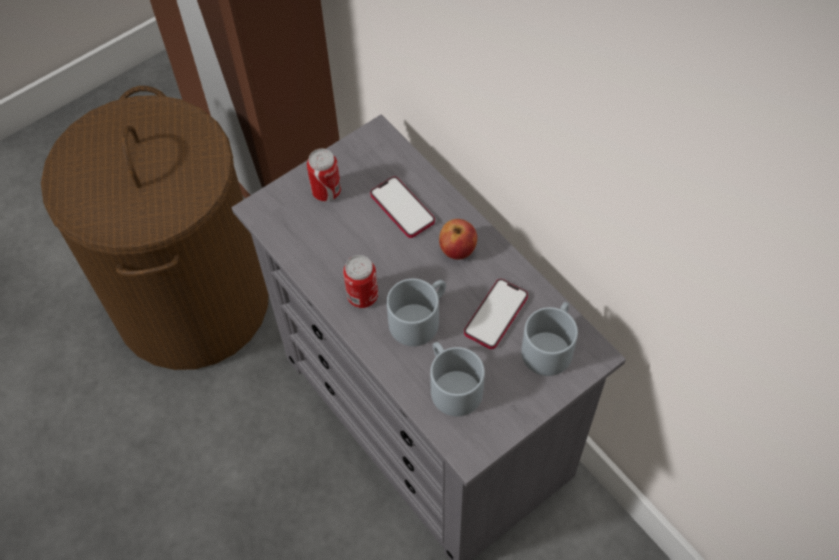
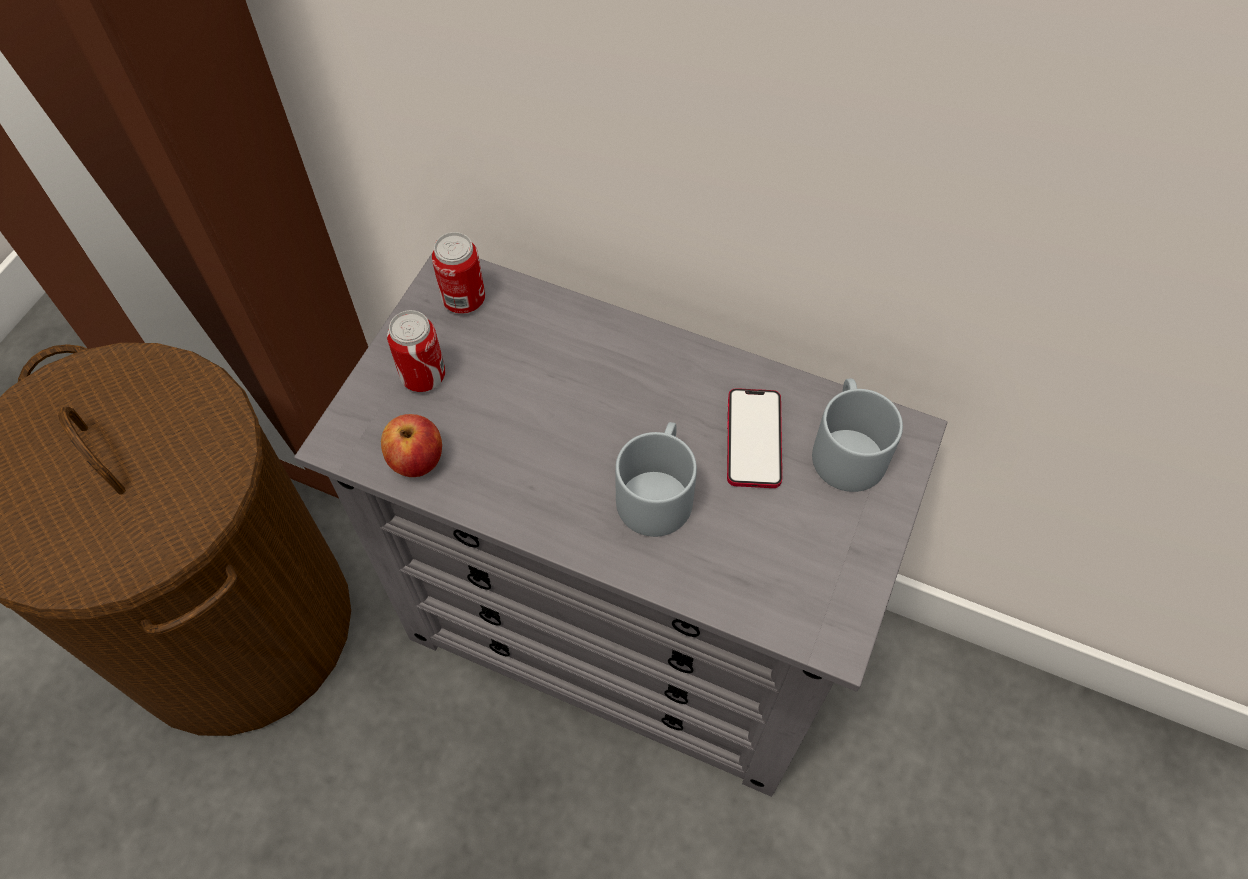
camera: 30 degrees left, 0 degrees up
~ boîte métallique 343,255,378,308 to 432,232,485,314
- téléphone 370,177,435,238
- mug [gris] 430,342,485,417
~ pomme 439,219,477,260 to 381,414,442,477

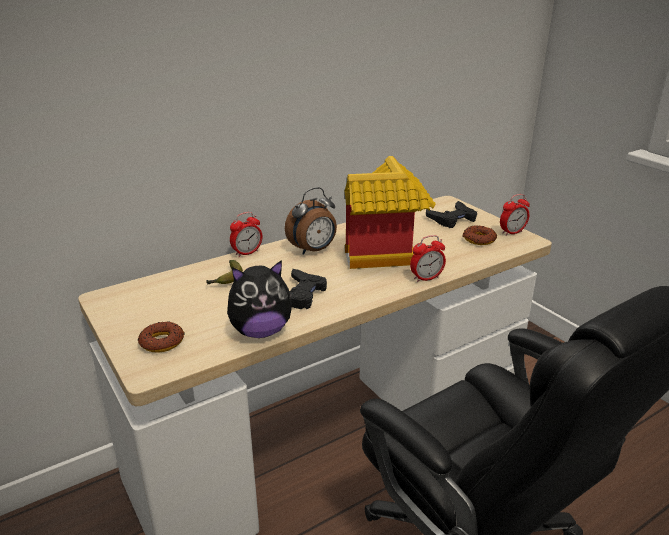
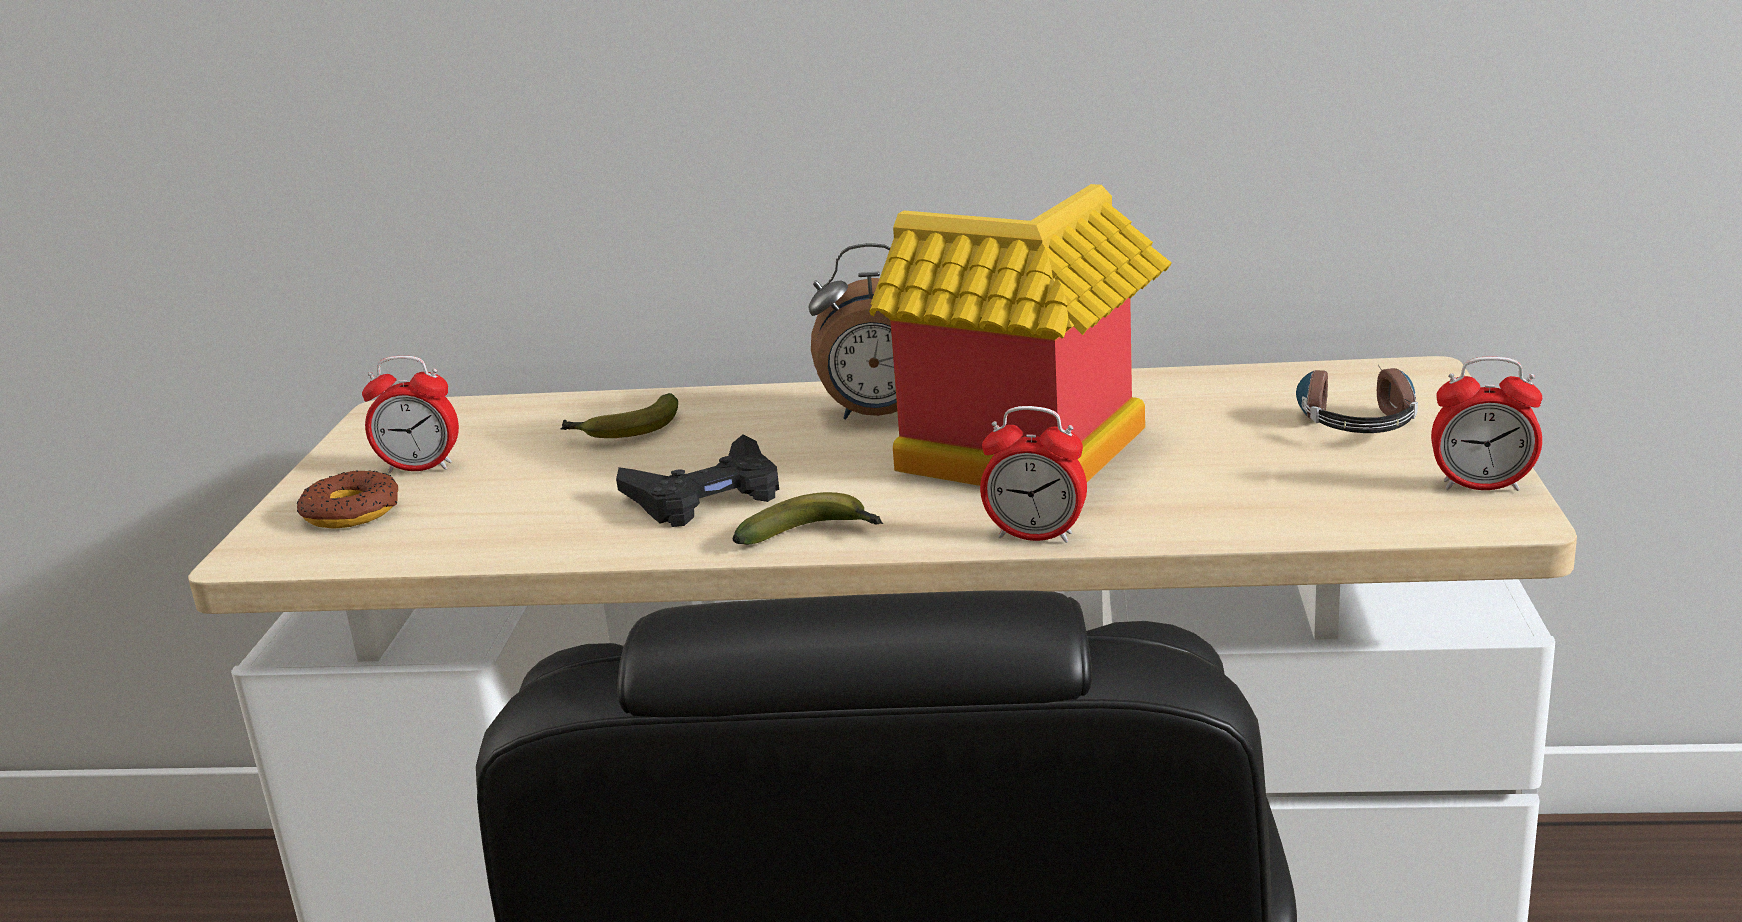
camera: 40 degrees right, 5 degrees down
- peluche 227,260,292,338
~ réveil 230,212,262,257 to 362,356,459,473
~ manette [noir] 426,201,477,228 to casque audio 1296,365,1418,433
- beignet 463,225,497,245
+ banane 733,492,883,545

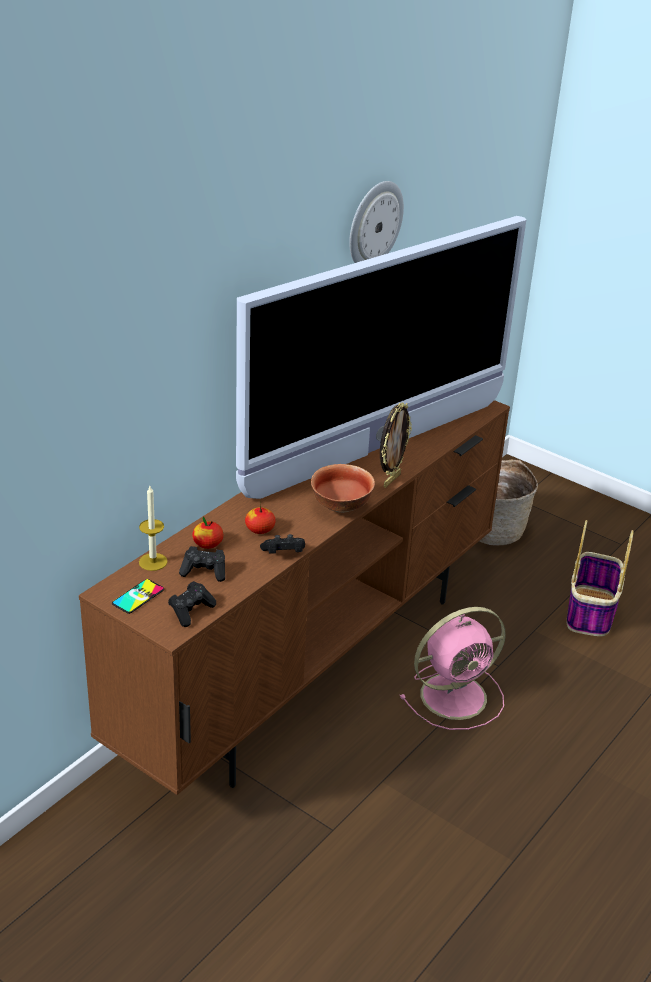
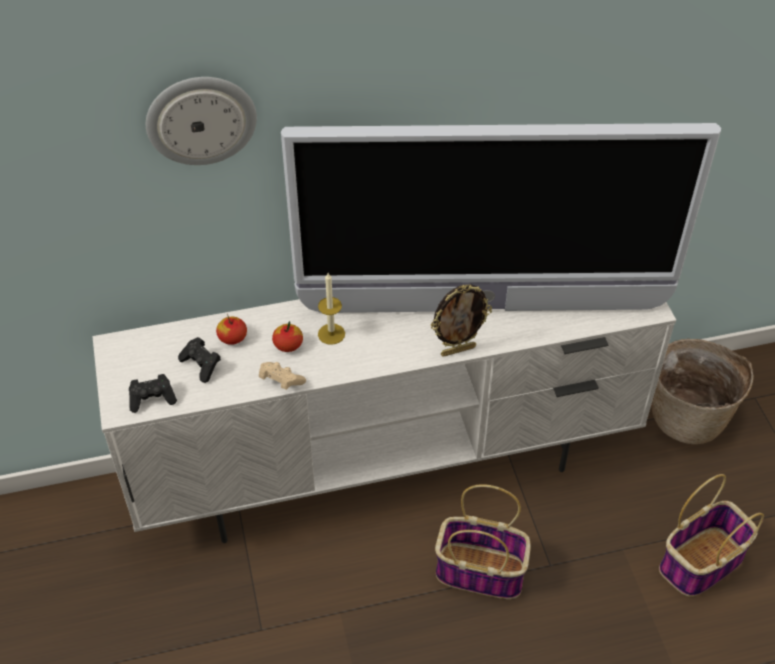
camera: 40 degrees right, 15 degrees up
~ meuble télé [marron] 79,400,510,795 to meuble télé [blanc] 93,299,676,543
- téléphone 112,579,164,614
~ bougie 139,486,168,571 to 318,273,345,345
~ manette [noir] 260,534,305,554 to manette [beige] 259,362,306,390
- bol 311,464,375,513
~ horloge murale 349,181,404,263 to 146,77,257,165
~ ventilateur [rose] 400,607,506,730 to panier 435,484,531,599

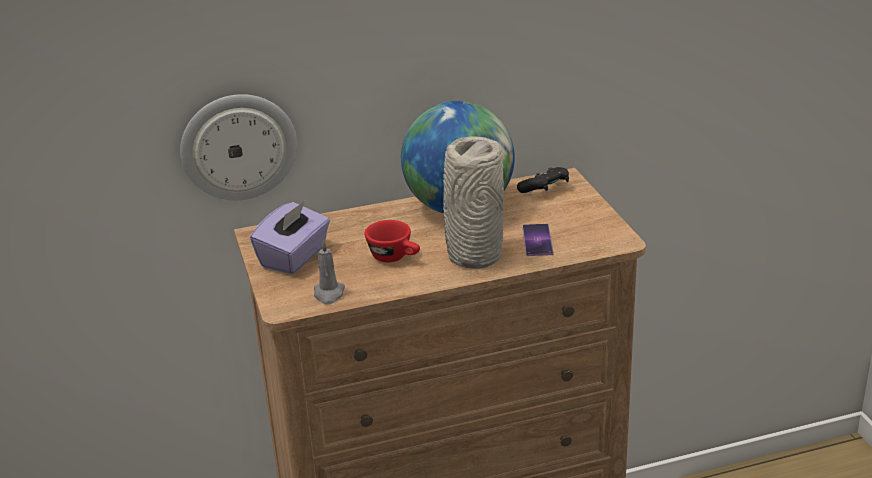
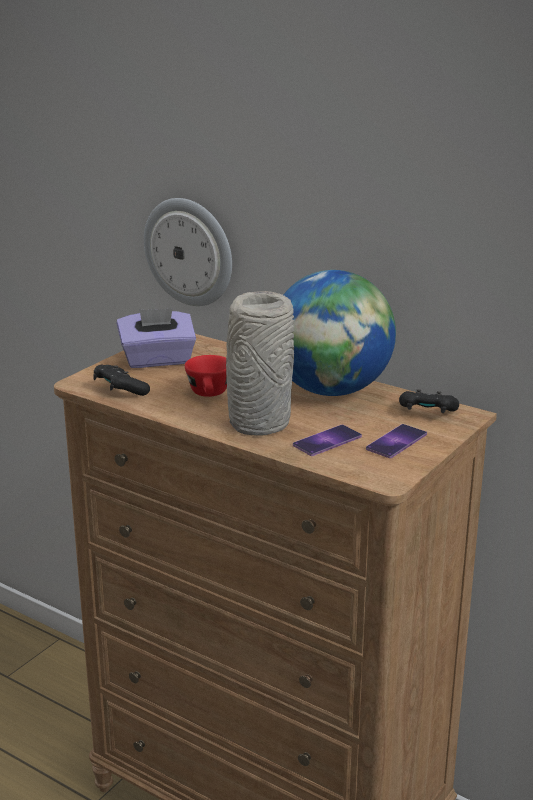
camera: 50 degrees right, 5 degrees down
~ bougie [gris] 314,239,345,304 to manette [noir] 93,364,150,396
+ téléphone 366,424,427,458

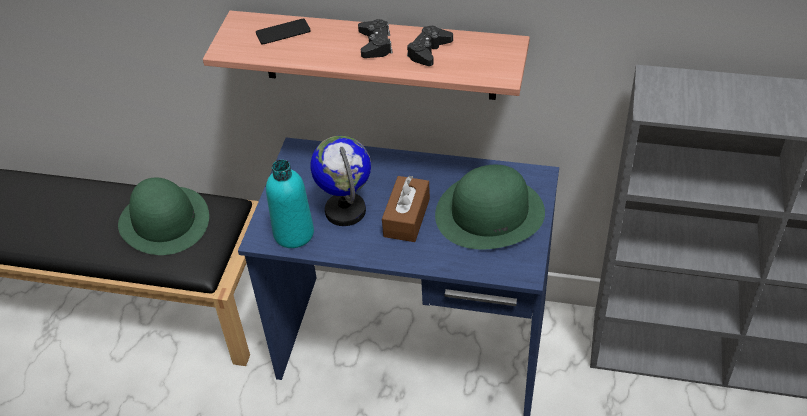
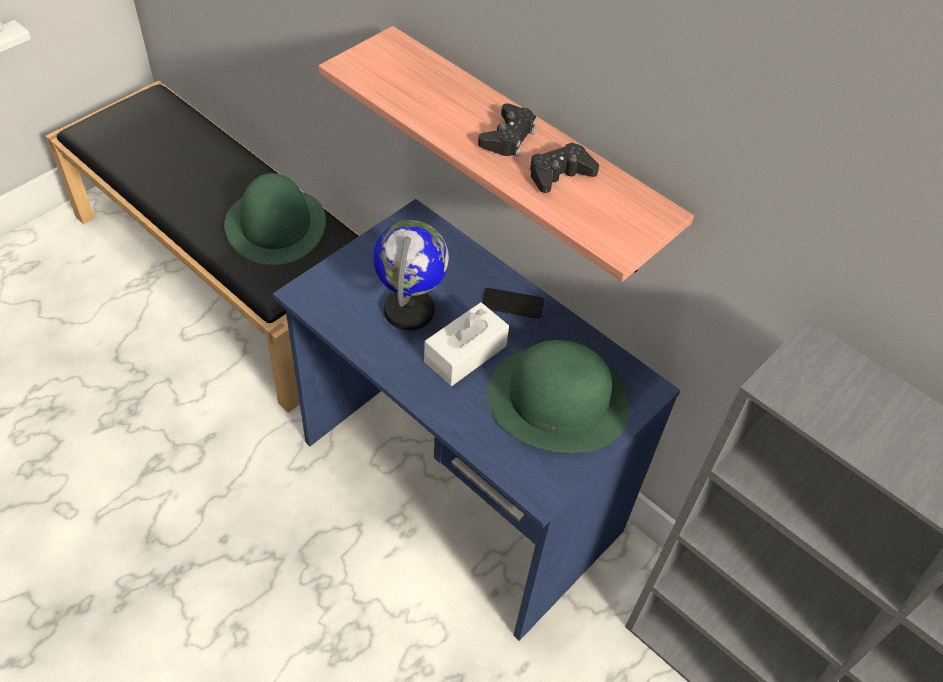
camera: 25 degrees right, 5 degrees up
~ téléphone 256,18,311,45 to 483,288,544,318
- bouteille [turquoise] 266,160,314,248
~ boîte à mouchoirs [marron] 382,176,430,242 to boîte à mouchoirs [blanc] 424,302,509,386

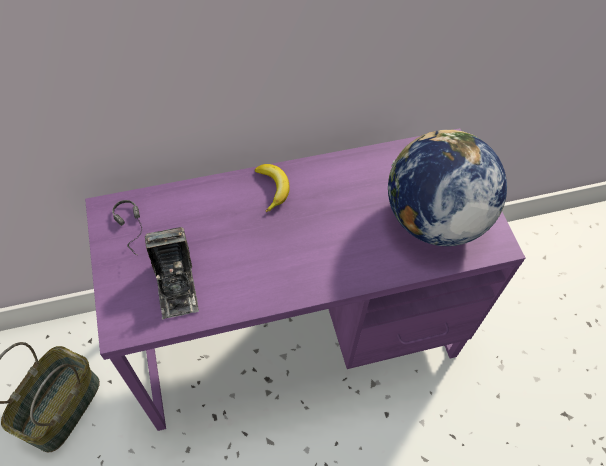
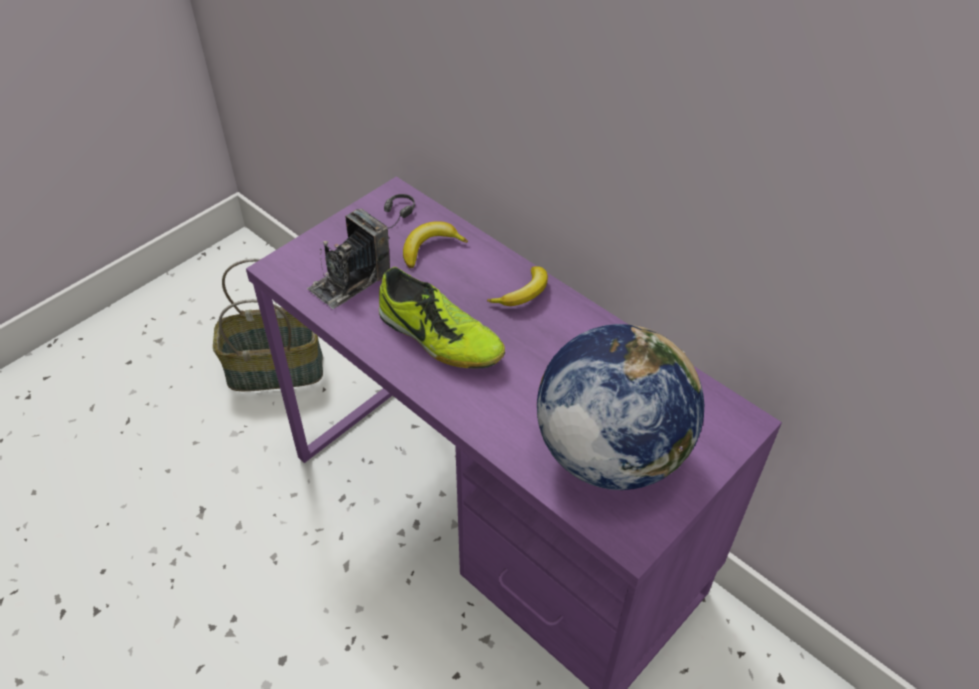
camera: 60 degrees right, 10 degrees down
+ chaussure 379,267,505,368
+ banane 403,221,468,268

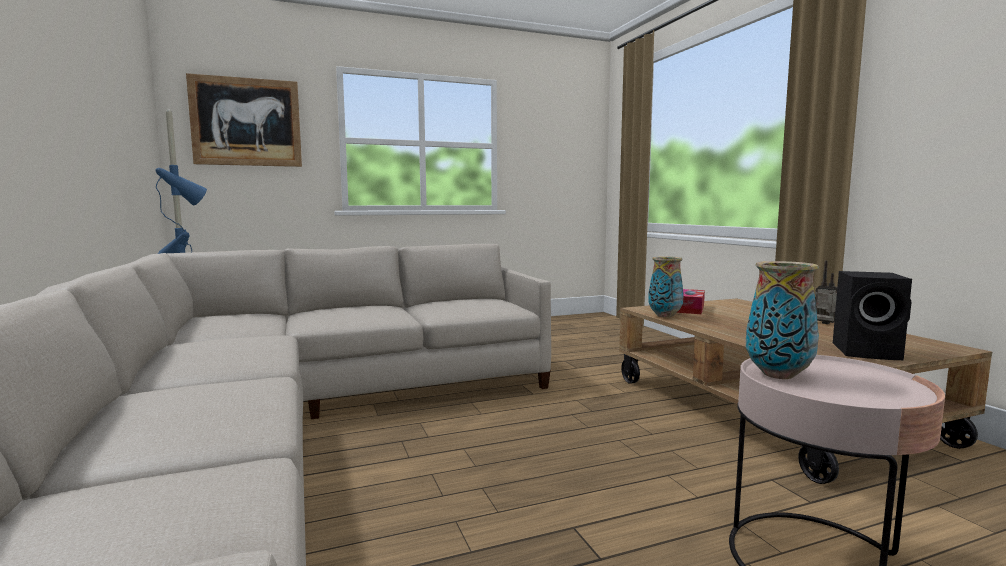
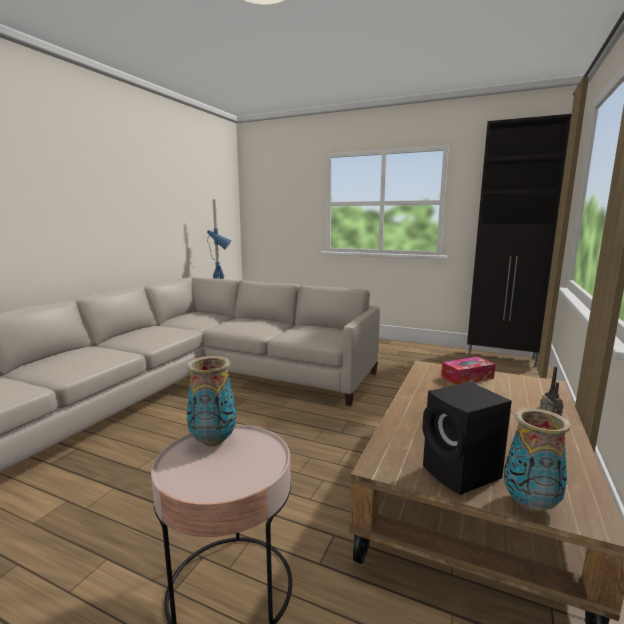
camera: 45 degrees right, 5 degrees up
- tableau 186,73,302,167
~ vase 648,256,684,318 to 504,408,571,512
+ meuble de rangement [noir] 467,114,571,367

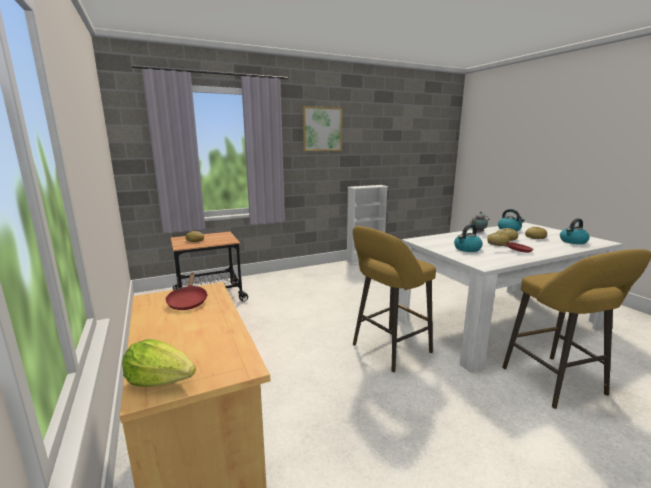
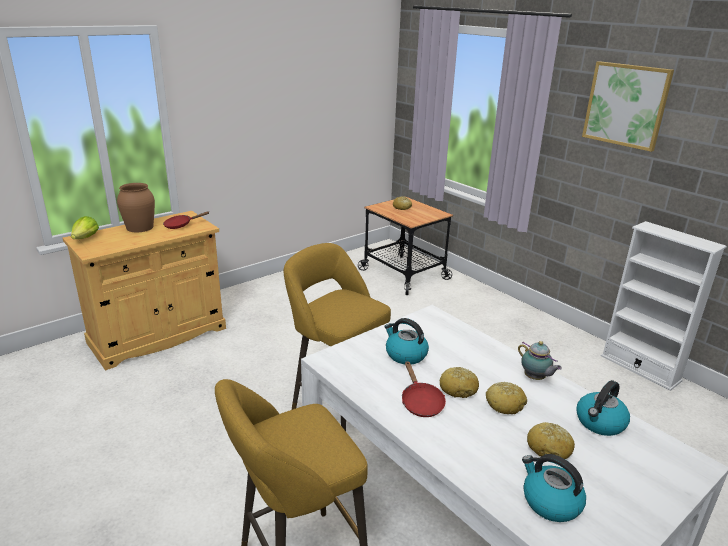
camera: 75 degrees right, 10 degrees up
+ vase [marron] 117,183,155,232

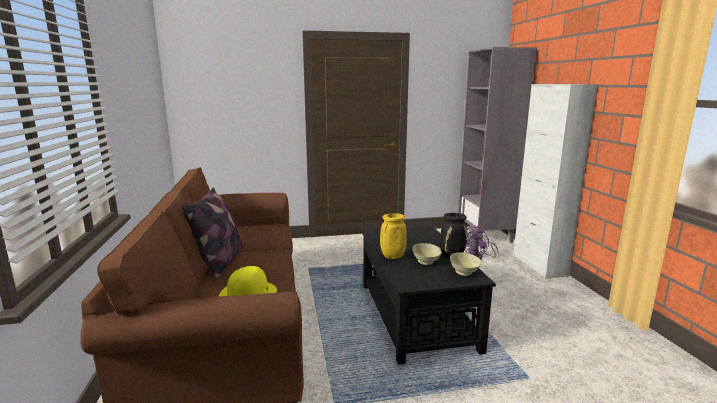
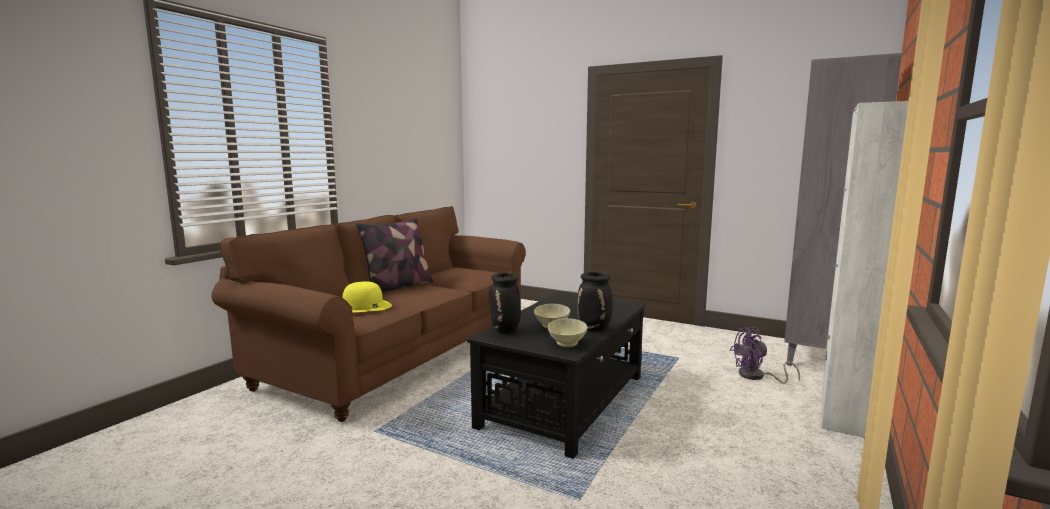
camera: 40 degrees right, 5 degrees down
- vase [jaune] 380,213,407,259
+ vase [noir] 489,273,521,334

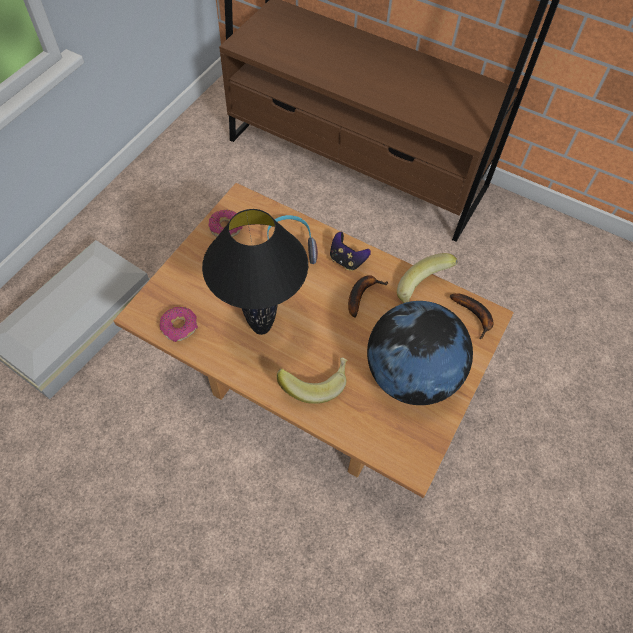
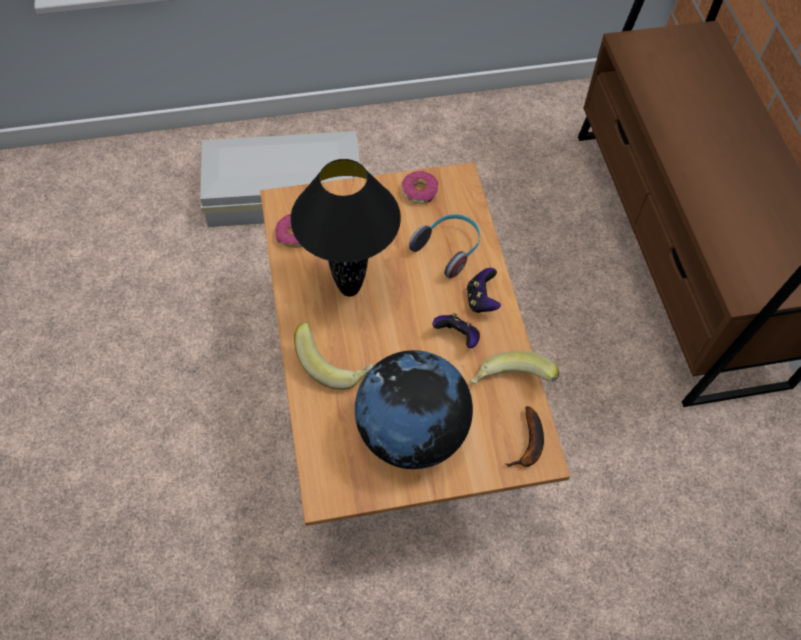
camera: 50 degrees right, 0 degrees up
~ banane 348,275,389,318 to manette 432,313,480,348

